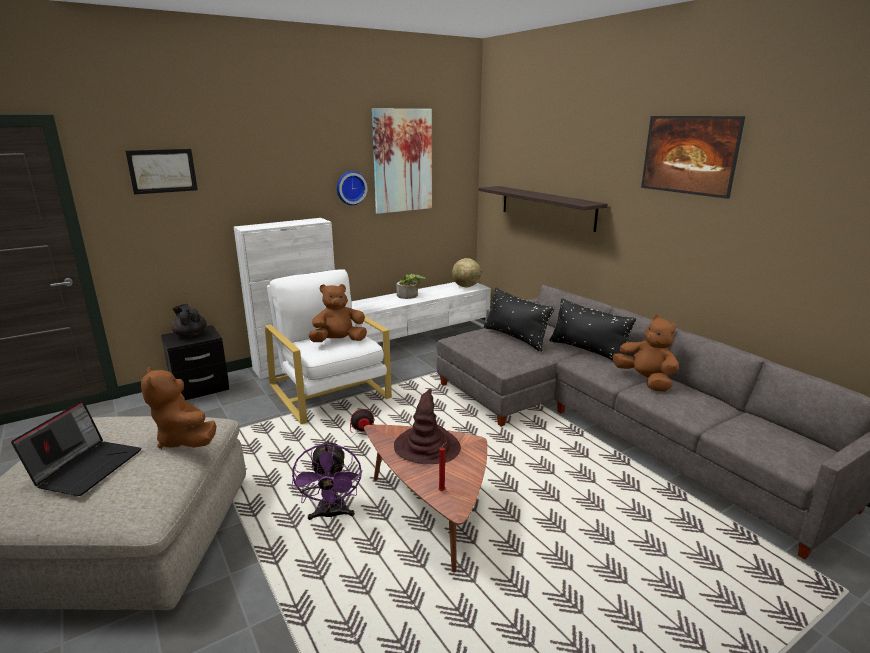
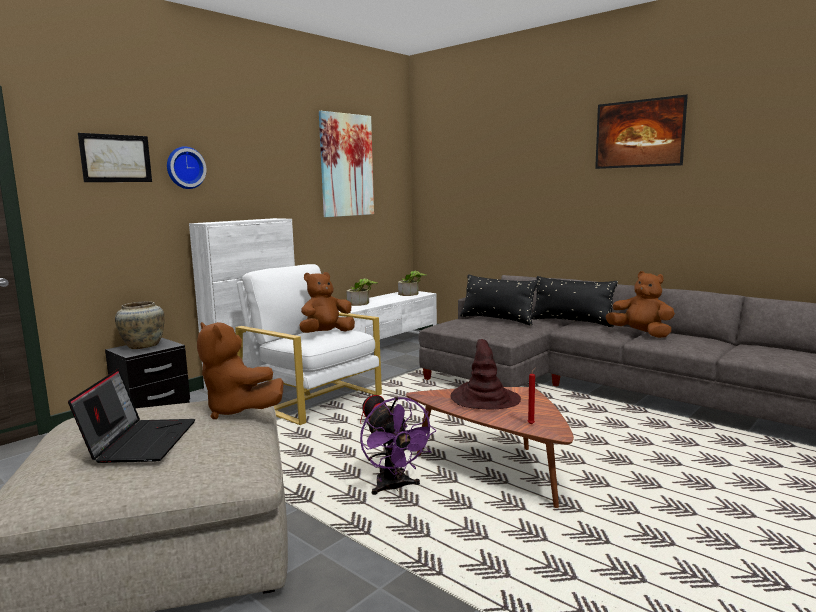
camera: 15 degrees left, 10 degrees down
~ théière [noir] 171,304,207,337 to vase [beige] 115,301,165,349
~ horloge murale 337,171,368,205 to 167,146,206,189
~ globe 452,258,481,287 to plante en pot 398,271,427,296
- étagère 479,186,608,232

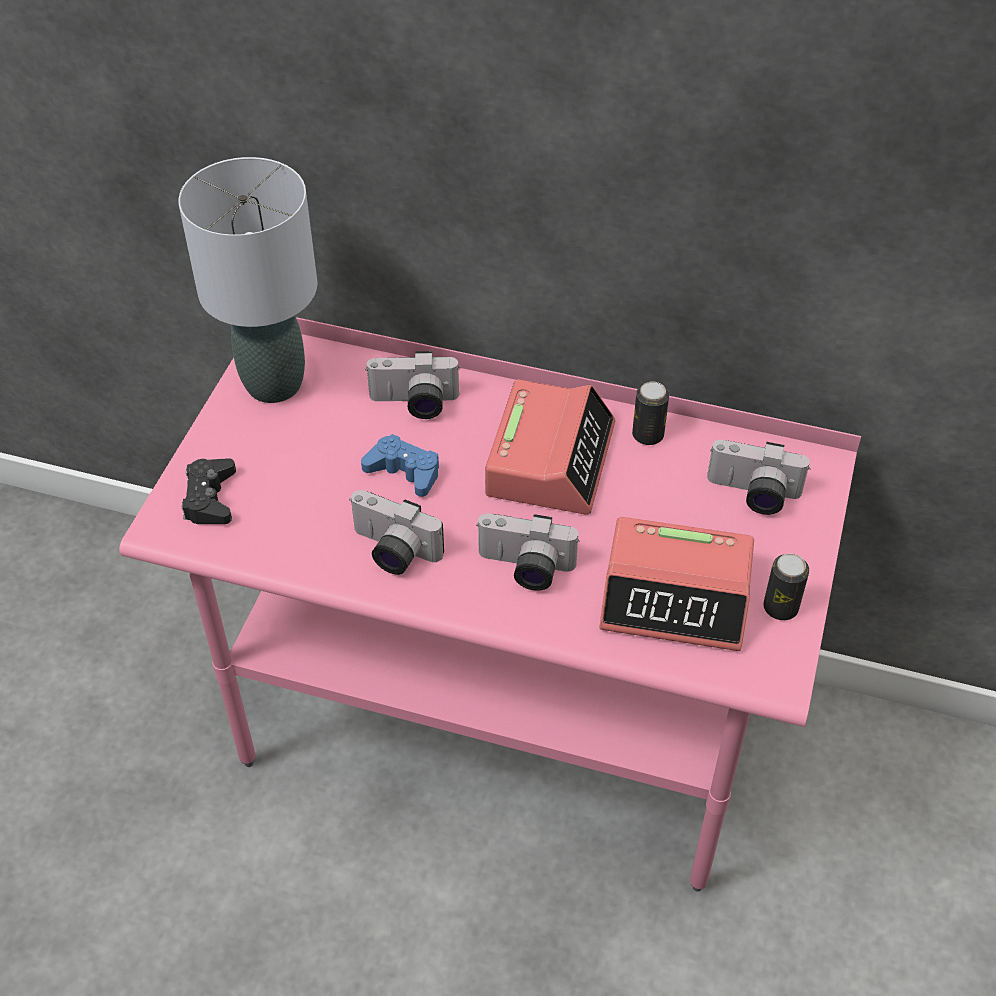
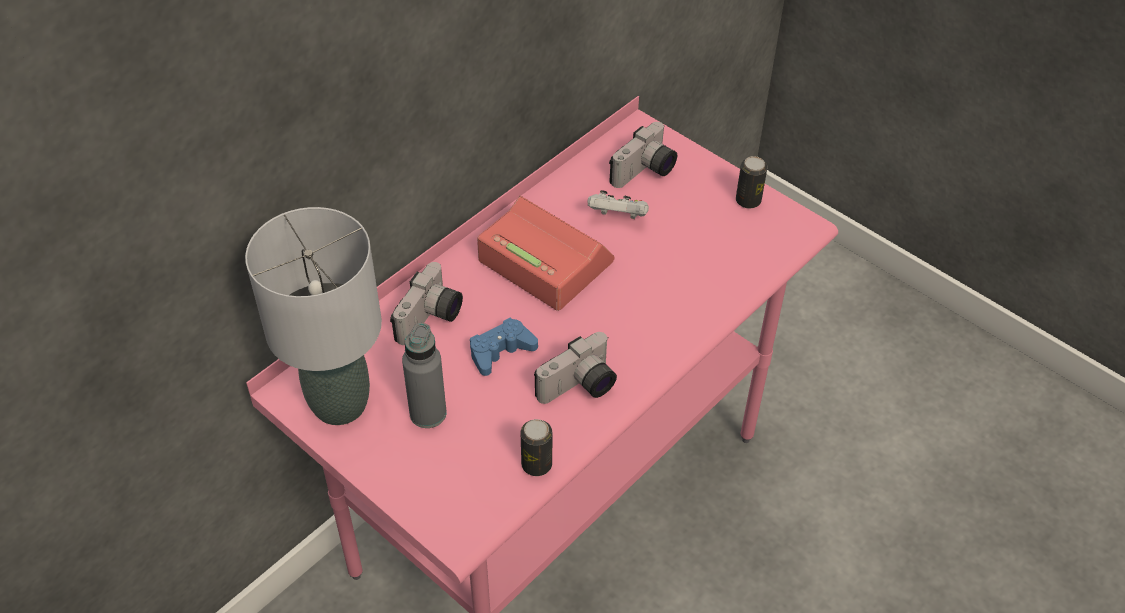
camera: 65 degrees left, 0 degrees up
- manette [noir] 182,458,236,524
- appareil photo 476,513,580,591
- réveil 599,517,754,651
~ boîte métallique 632,381,669,445 to 521,419,552,476
+ bouteille [gris] 402,323,447,428
+ manette [blanc] 588,190,649,219

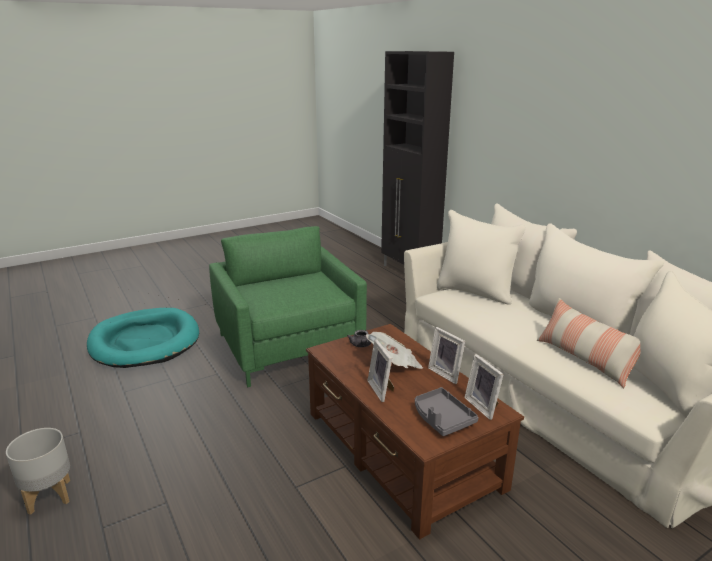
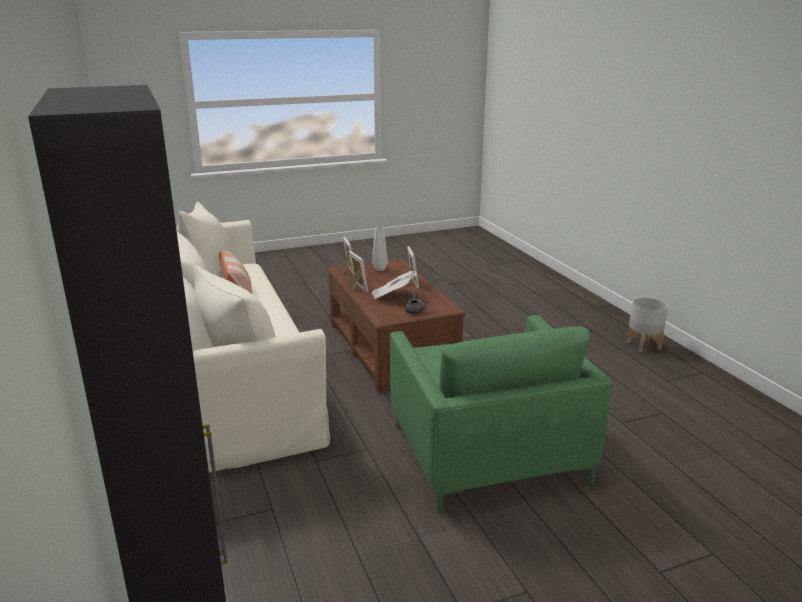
camera: 170 degrees left, 0 degrees up
- panier pour chien [turquoise] 87,308,199,368
~ plateau [gris] 415,387,478,436 to vase [gris] 372,227,388,271

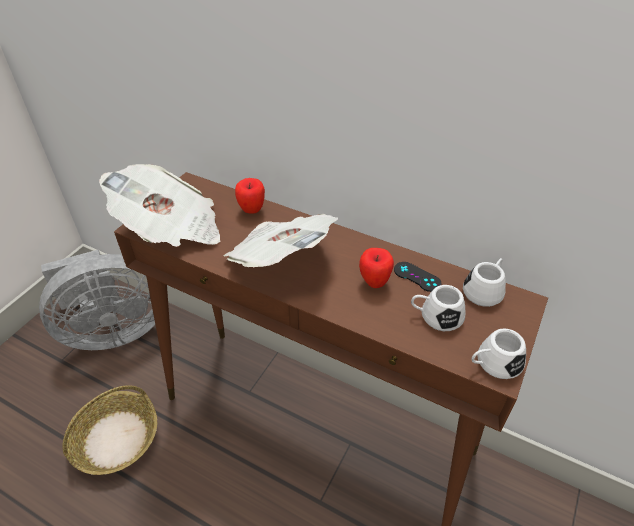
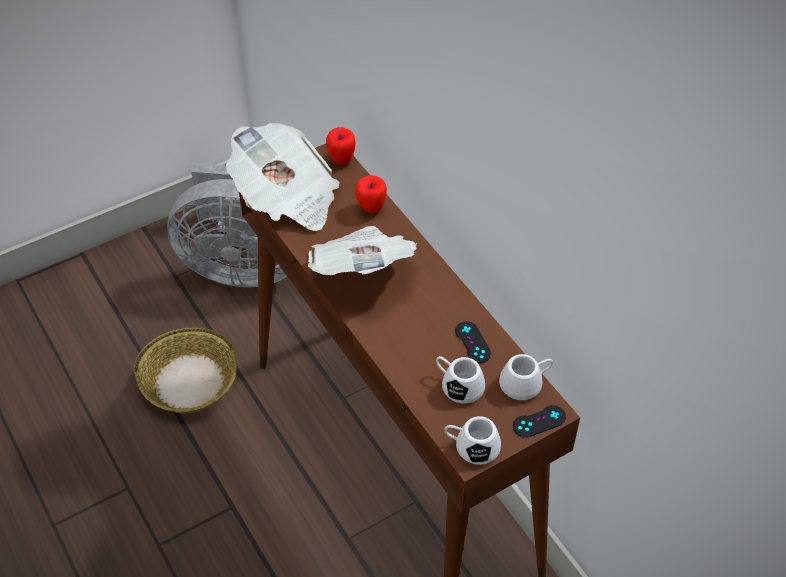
camera: 30 degrees right, 5 degrees up
~ pomme 359,248,394,288 to 326,127,355,165
+ manette [noir] 513,405,566,437

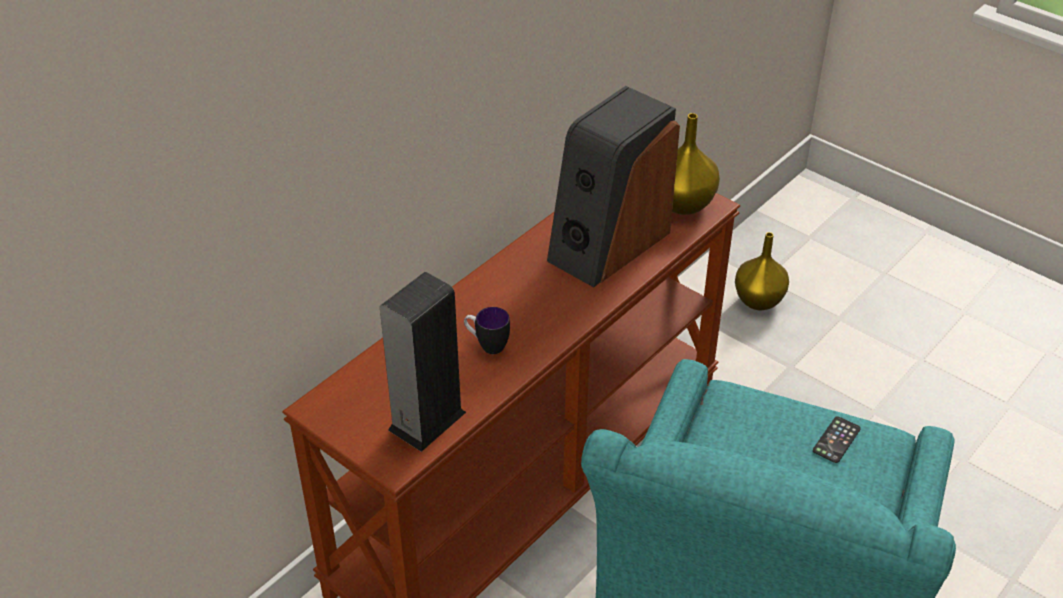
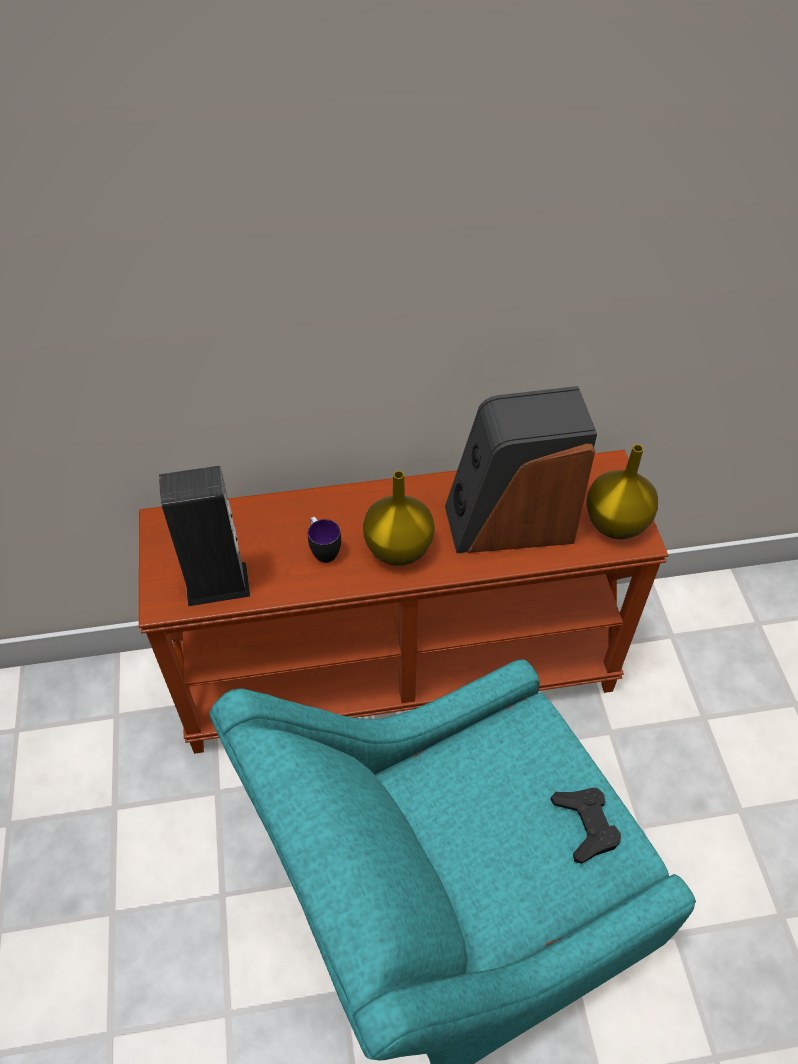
camera: 40 degrees right, 10 degrees up
~ vase [jaune] 735,232,789,310 to 363,471,435,566
~ téléphone 813,416,861,463 to manette [noir] 550,788,621,864

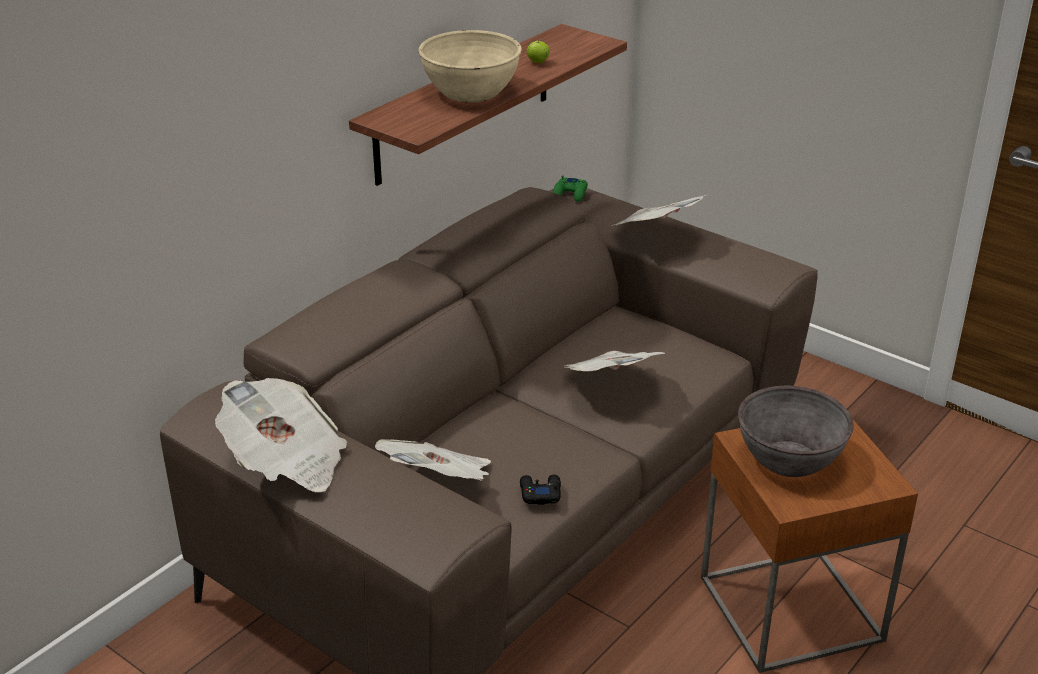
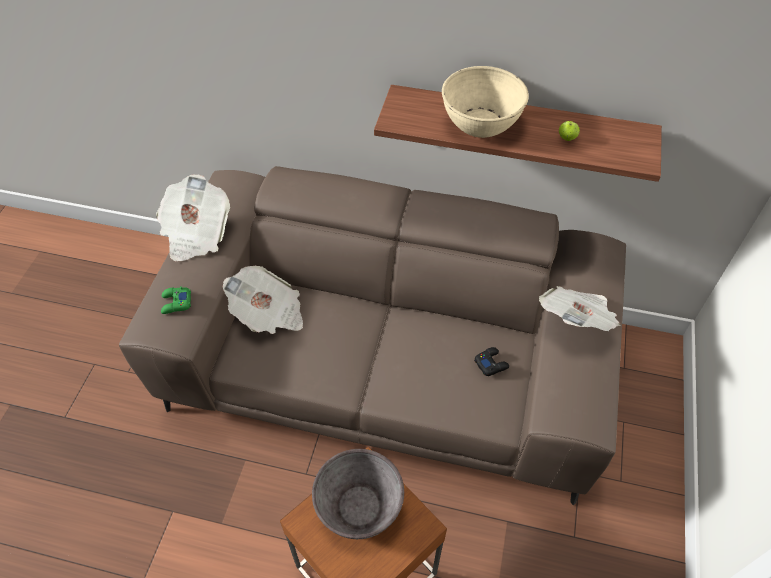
camera: 65 degrees right, 20 degrees up
~ manette [noir] 520,475,561,505 to 474,347,509,376
~ manette [vert] 553,175,588,202 to 161,286,191,314
- journal 563,351,666,371

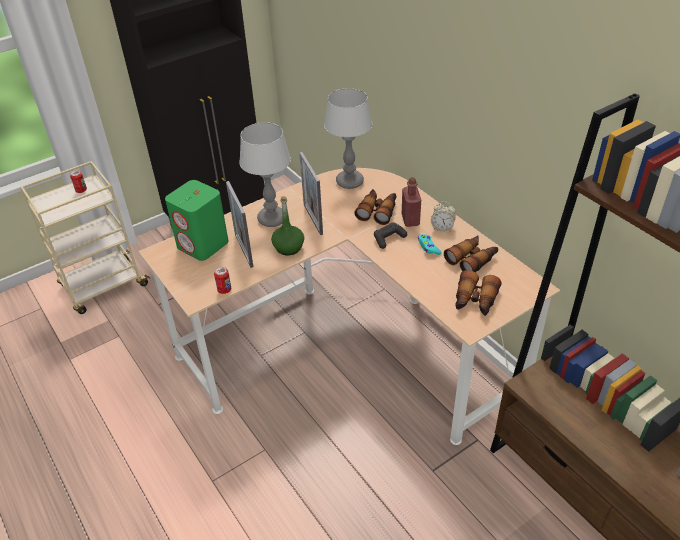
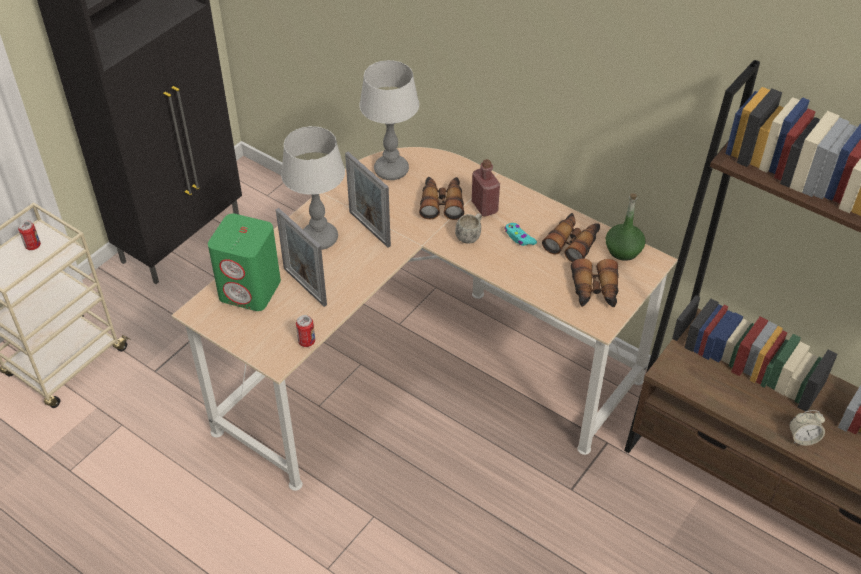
camera: 20 degrees left, 5 degrees up
~ bouteille [vert] 271,196,304,255 to 605,193,646,261
~ manette [noir] 374,222,407,249 to mug [blanc] 455,213,482,244
~ réveil 431,202,456,232 to 789,410,825,446

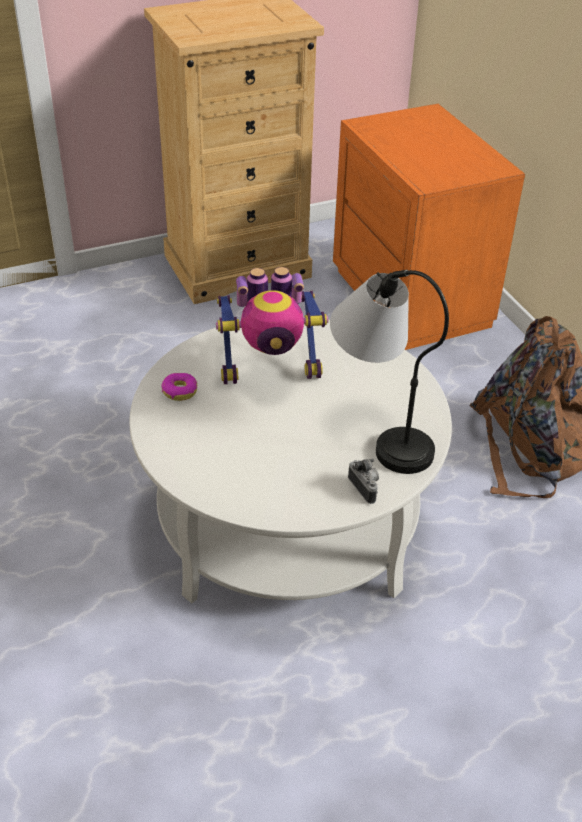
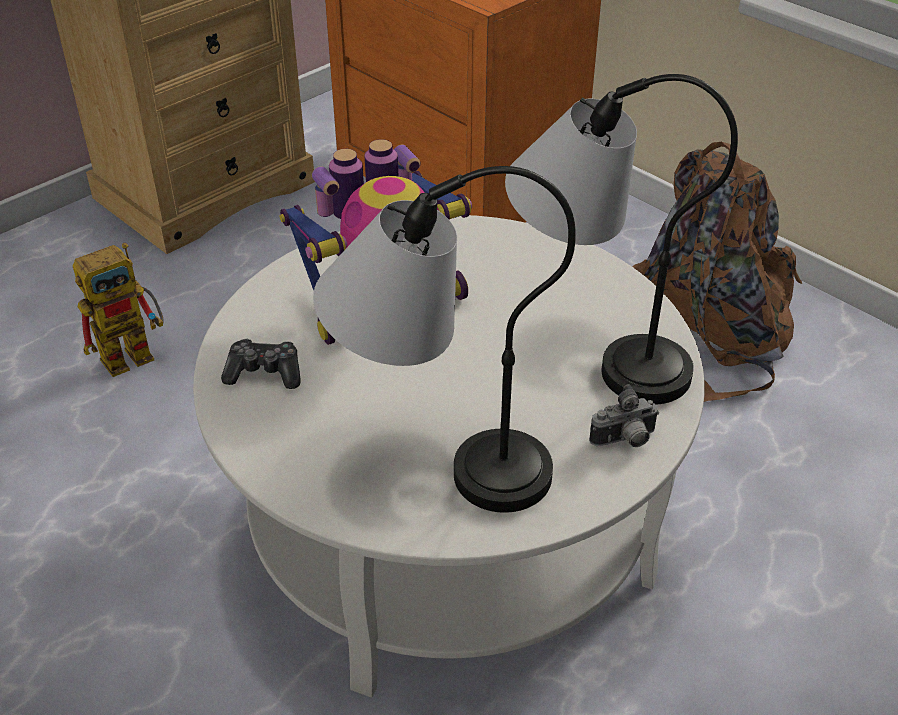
camera: 20 degrees left, 0 degrees up
~ beignet 161,373,197,401 to manette 221,339,301,389
~ appareil photo 348,459,379,504 = 589,384,659,447 120 degrees clockwise
+ robot jouet 73,243,163,377
+ lampe de table 313,166,576,513

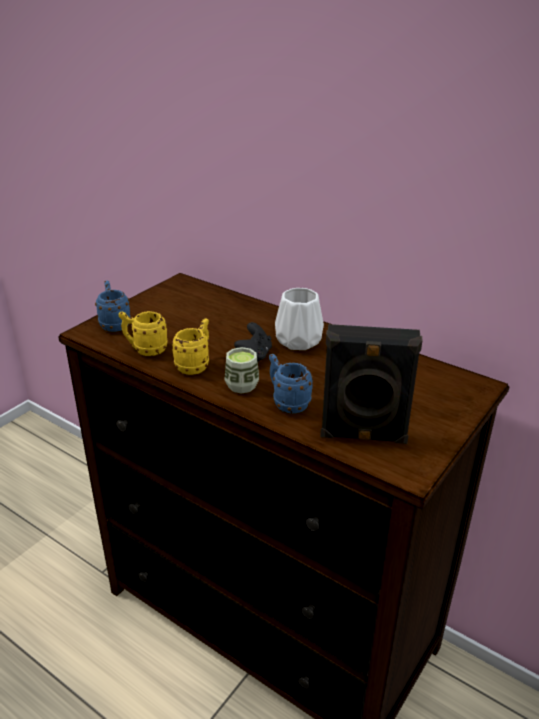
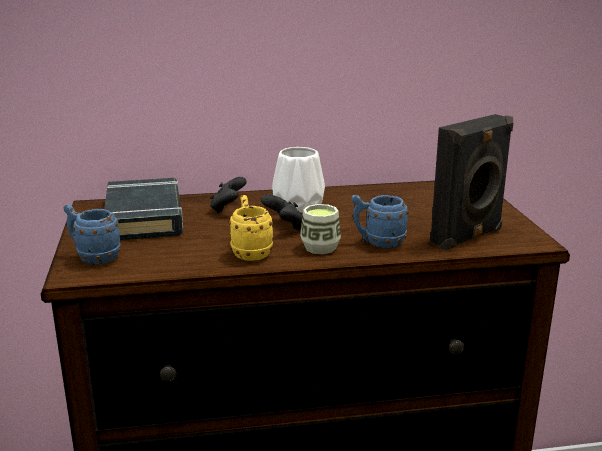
camera: 45 degrees left, 10 degrees down
- mug [jaune] 119,311,168,356
+ livre [noir] 104,178,183,240
+ manette [noir] 210,177,247,213

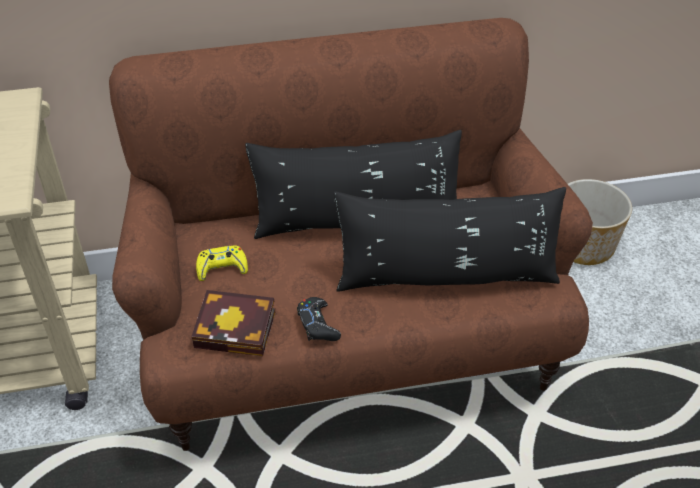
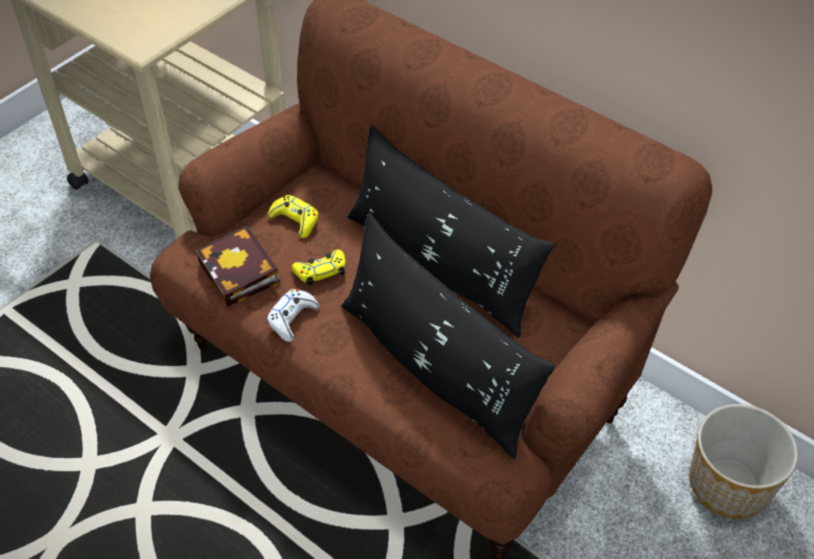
camera: 50 degrees right, 5 degrees up
~ manette [noir] 297,297,341,341 to manette [blanc] 266,289,320,342
+ manette [jaune] 292,249,346,286

